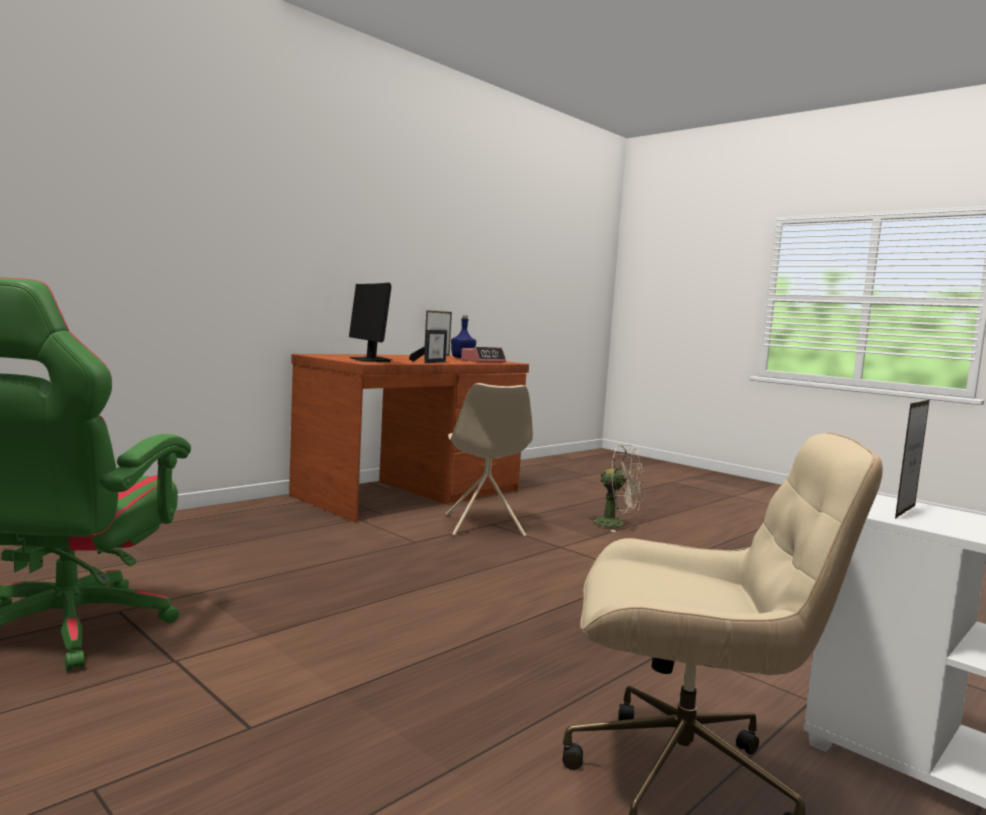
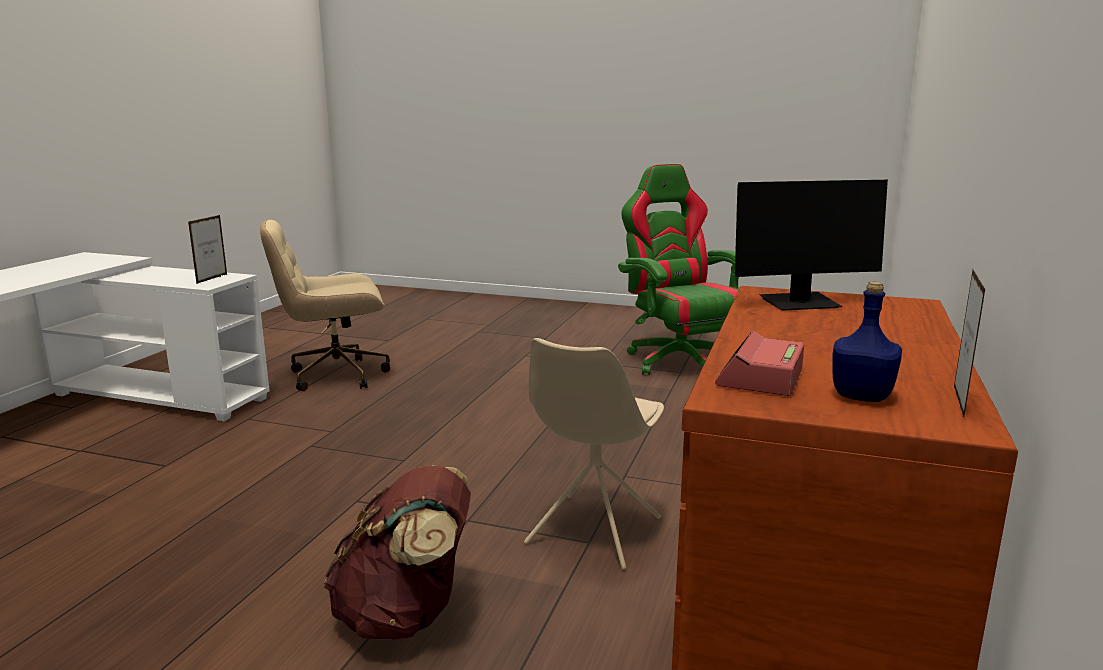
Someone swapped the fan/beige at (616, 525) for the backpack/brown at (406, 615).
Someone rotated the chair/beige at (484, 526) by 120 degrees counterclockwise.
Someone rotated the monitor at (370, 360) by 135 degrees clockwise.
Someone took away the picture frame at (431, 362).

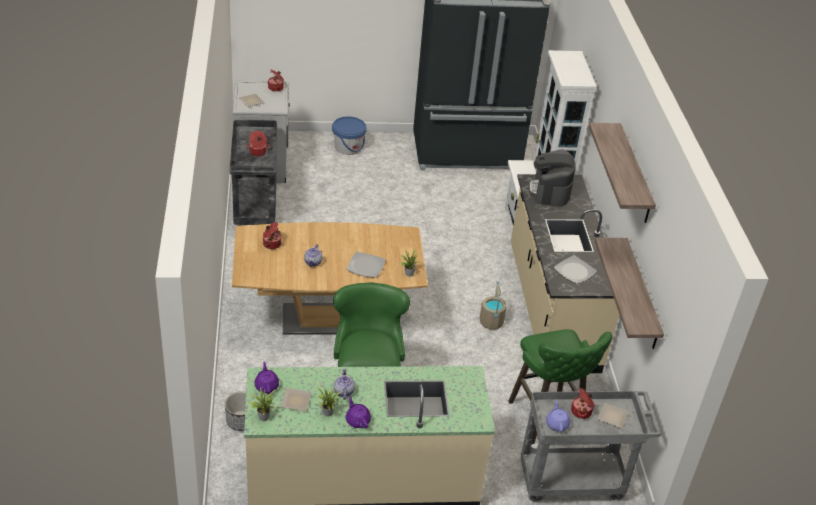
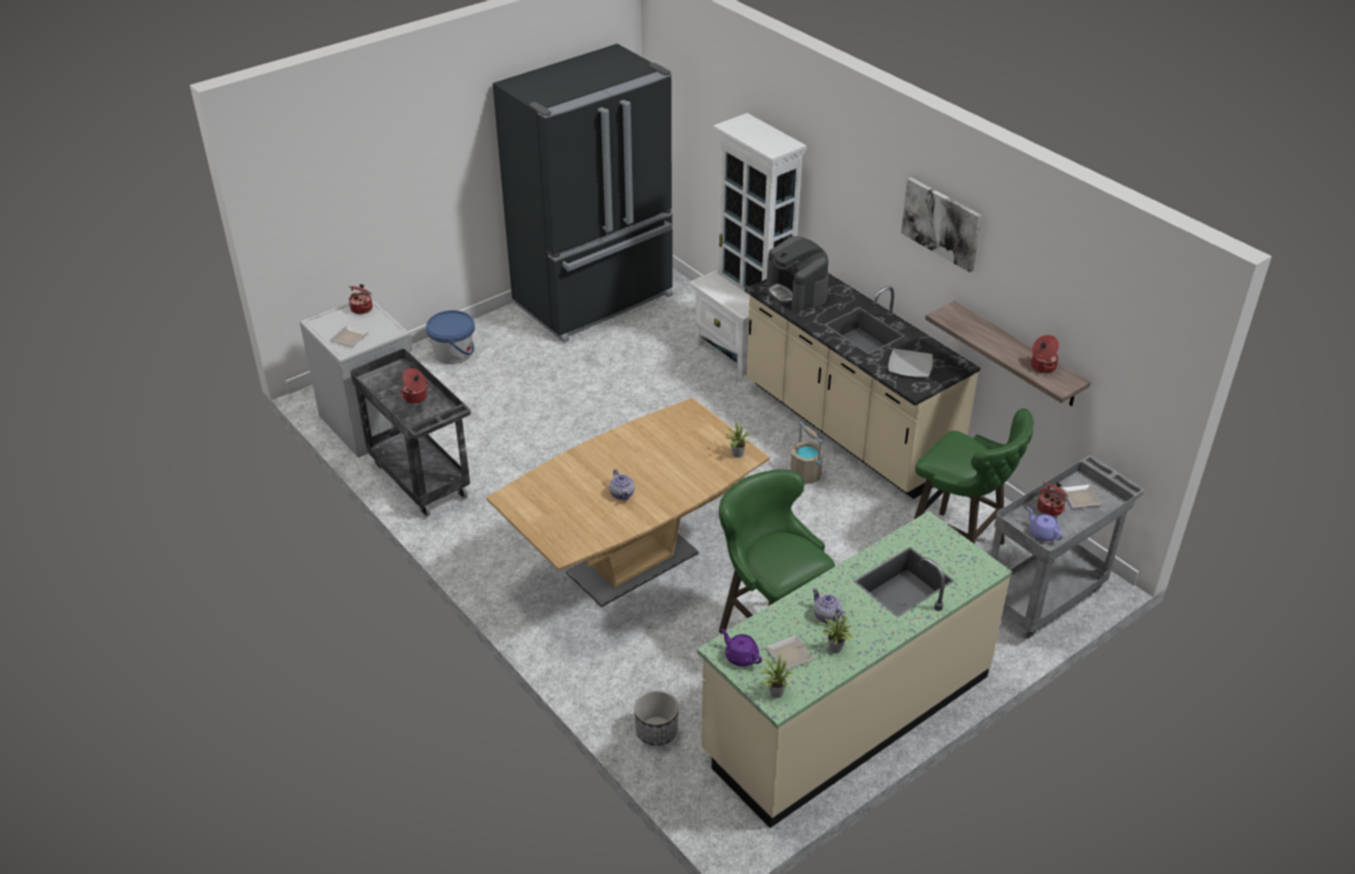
Someone swapped the shelf at (634, 174) for the picture at (942, 223).
Someone carried the cooking pot from (271, 243) to (1042, 367).
Someone took away the teapot/purple at (357, 420).
Someone took away the plate at (366, 266).

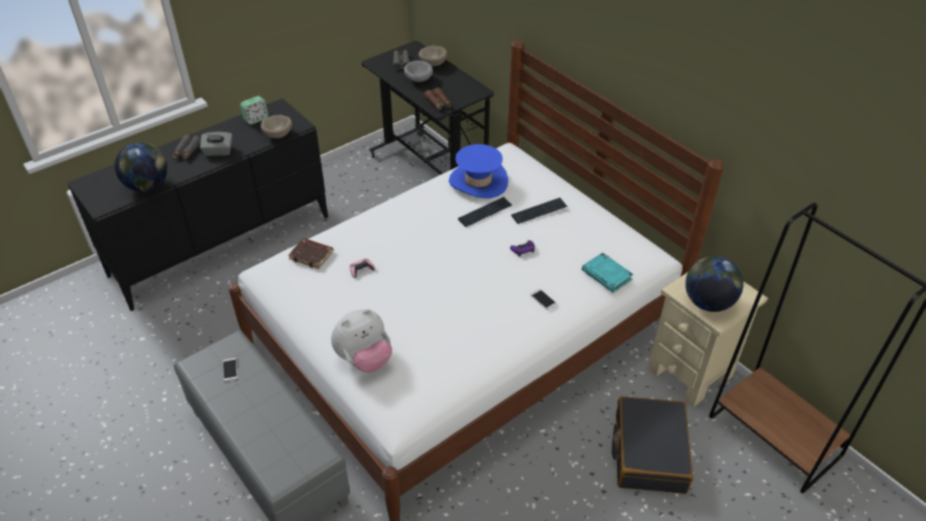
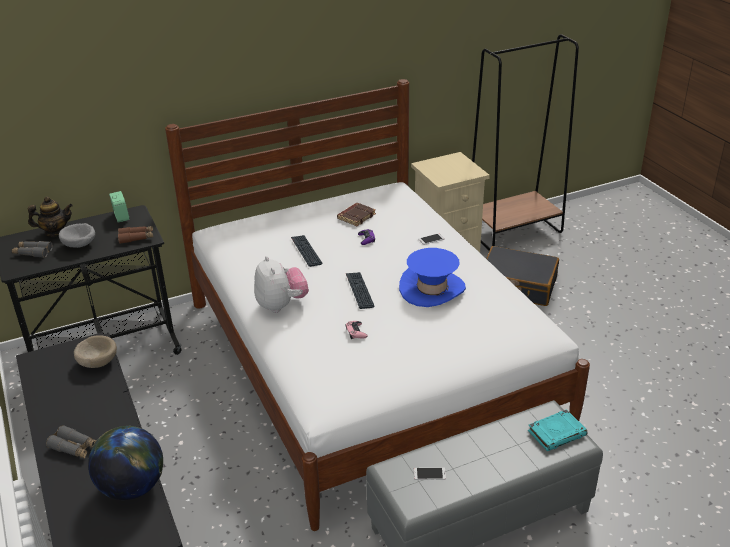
Someone swapped the bowl/beige at (433, 63) for the teapot at (55, 232).
Someone carried the alarm clock from (256, 119) to (121, 217).
Someone carried the plush toy from (364, 359) to (281, 305).
Someone carried the book/brown from (312, 255) to (356, 216).
Someone carried the keyboard from (539, 211) to (359, 291).
Someone carried the hat/blue from (478, 181) to (432, 289).
Someone carried the book/turquoise from (607, 275) to (557, 433).
Someone took away the tissue box/grey at (218, 151).
Someone took away the globe at (708, 303).

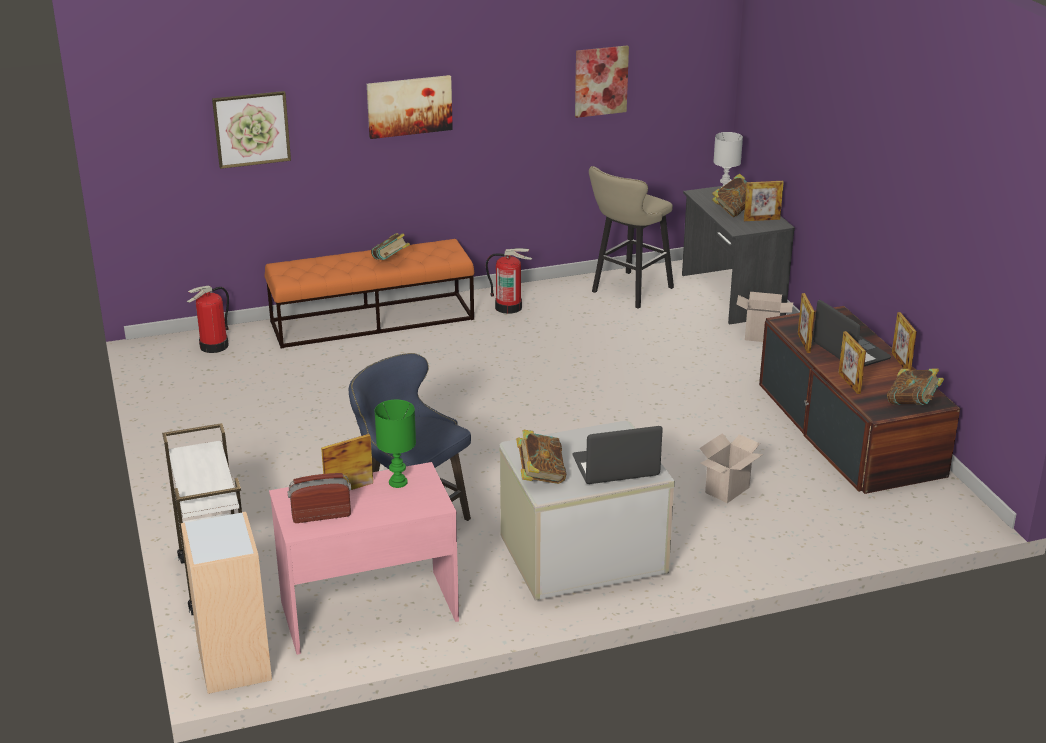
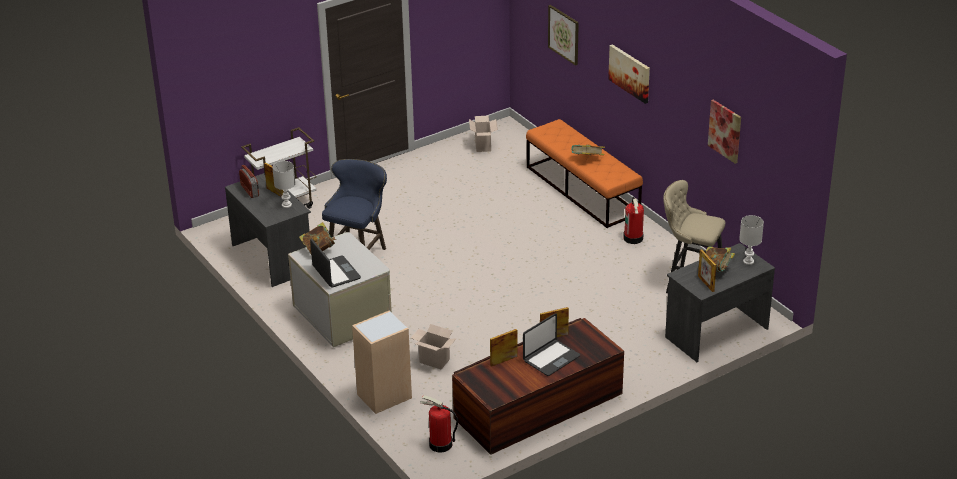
Someone repainted the desk/pink at (368, 610), which became the desk/grey at (273, 257).
Someone repainted the table lamp/green at (398, 482), which became the table lamp/white at (287, 205).
Someone carried the bookcase from (234, 664) to (383, 396).
Someone carried the fire extinguisher from (214, 346) to (440, 444).
Someone carried the cardboard box from (762, 336) to (483, 146).
Someone took away the book at (912, 404).
Someone took away the picture frame at (901, 363).

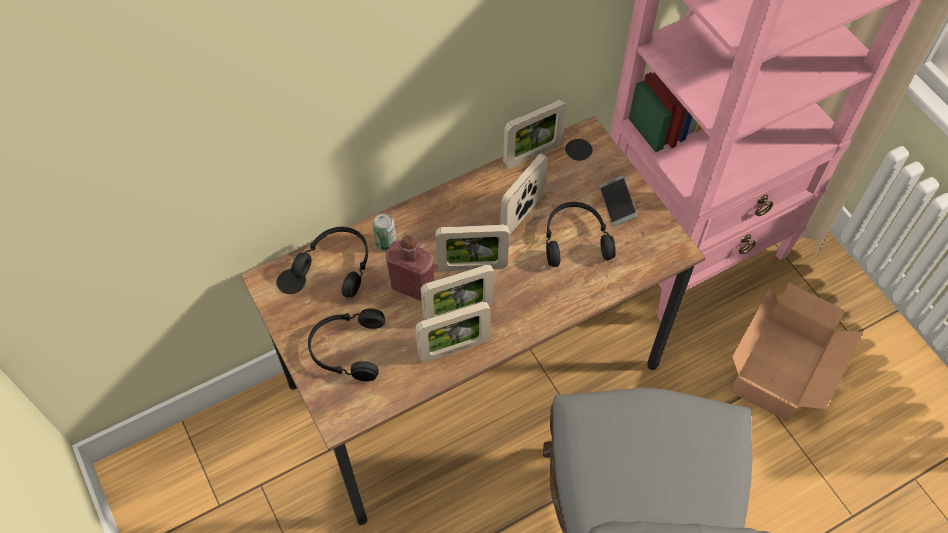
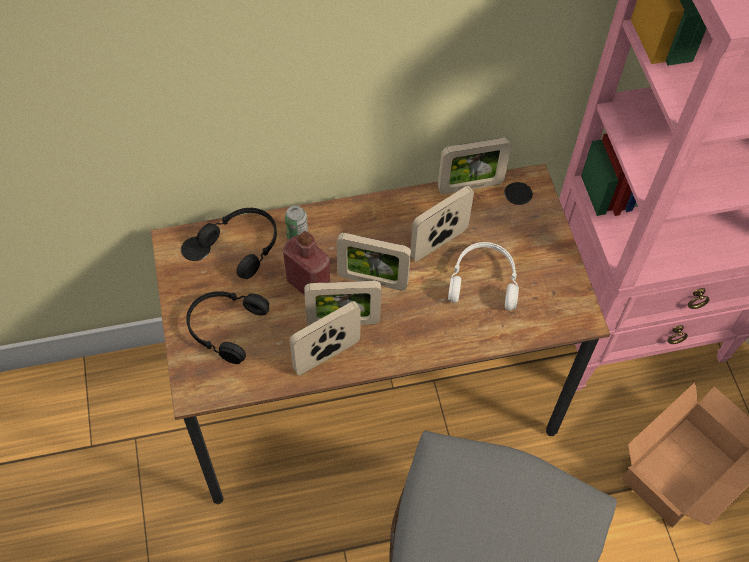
Someone rotated the picture frame at (454, 349) by 150 degrees clockwise.
Someone repainted the headphones/black at (575, 239), which became the headphones/white at (483, 280).
Someone took away the phone at (617, 204).

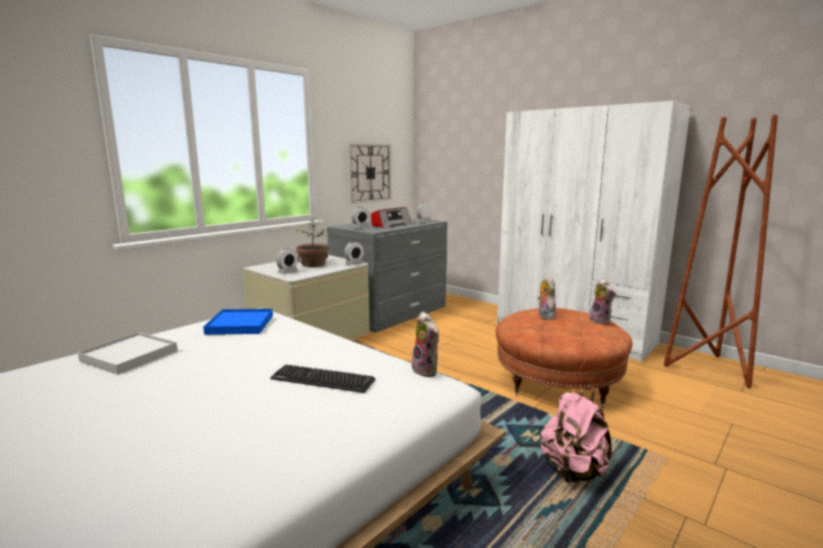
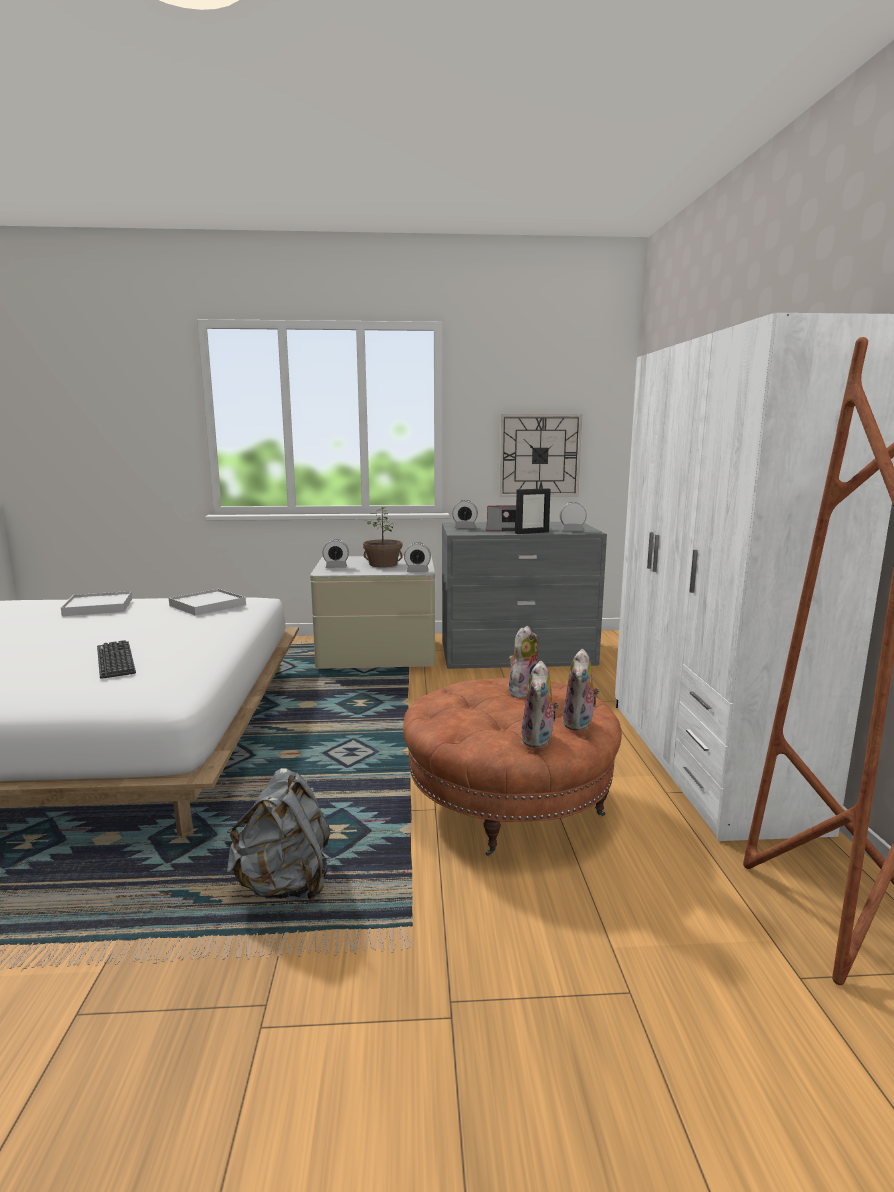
Someone repainted the tray/blue at (240, 325), which became the tray/white at (207, 605).
Someone repainted the backpack/pink at (573, 471), which became the backpack/grey at (285, 885).
Someone put down the picture frame at (531, 532).
Someone carried the plush toy from (427, 371) to (539, 740).

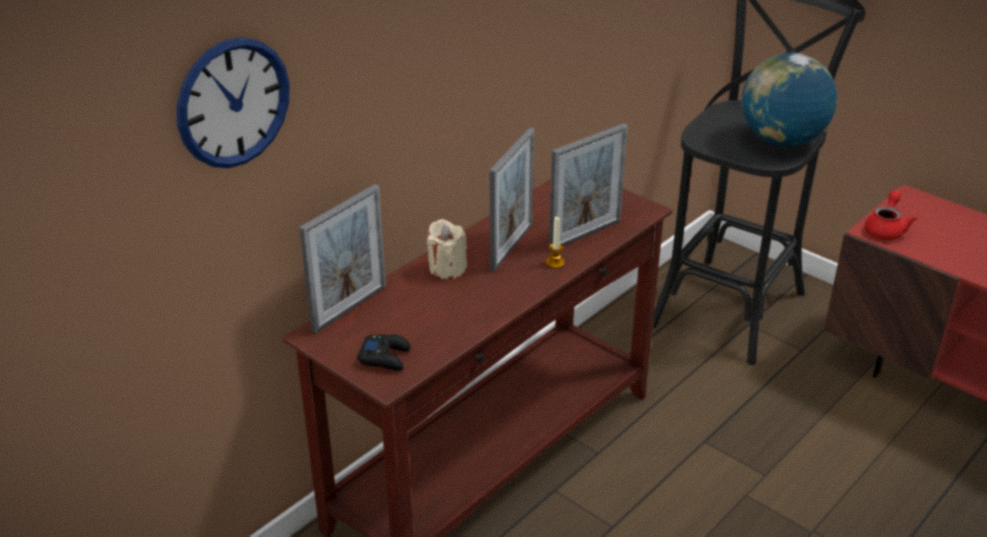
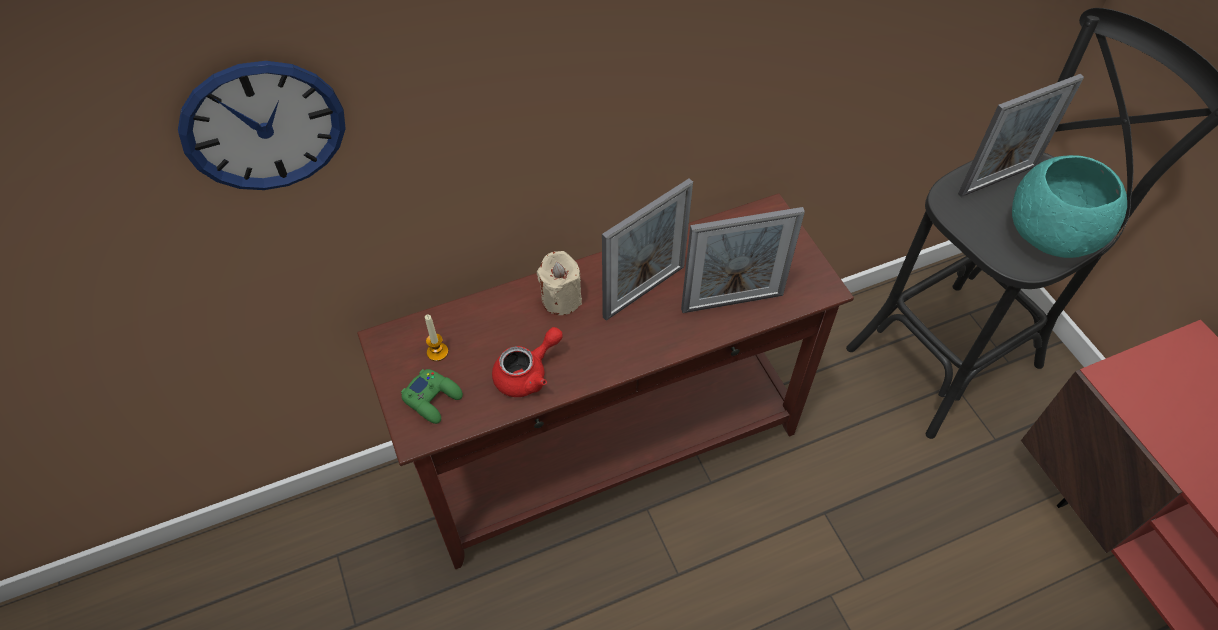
Someone repainted the game controller/black at (385, 357), which became the game controller/green at (433, 399).
Someone carried the candle from (555, 263) to (437, 352).
Someone carried the teapot/red from (886, 229) to (527, 374).
Someone carried the picture frame from (349, 308) to (997, 180).
Someone swapped the globe at (781, 140) for the bowl/turquoise at (1051, 234).

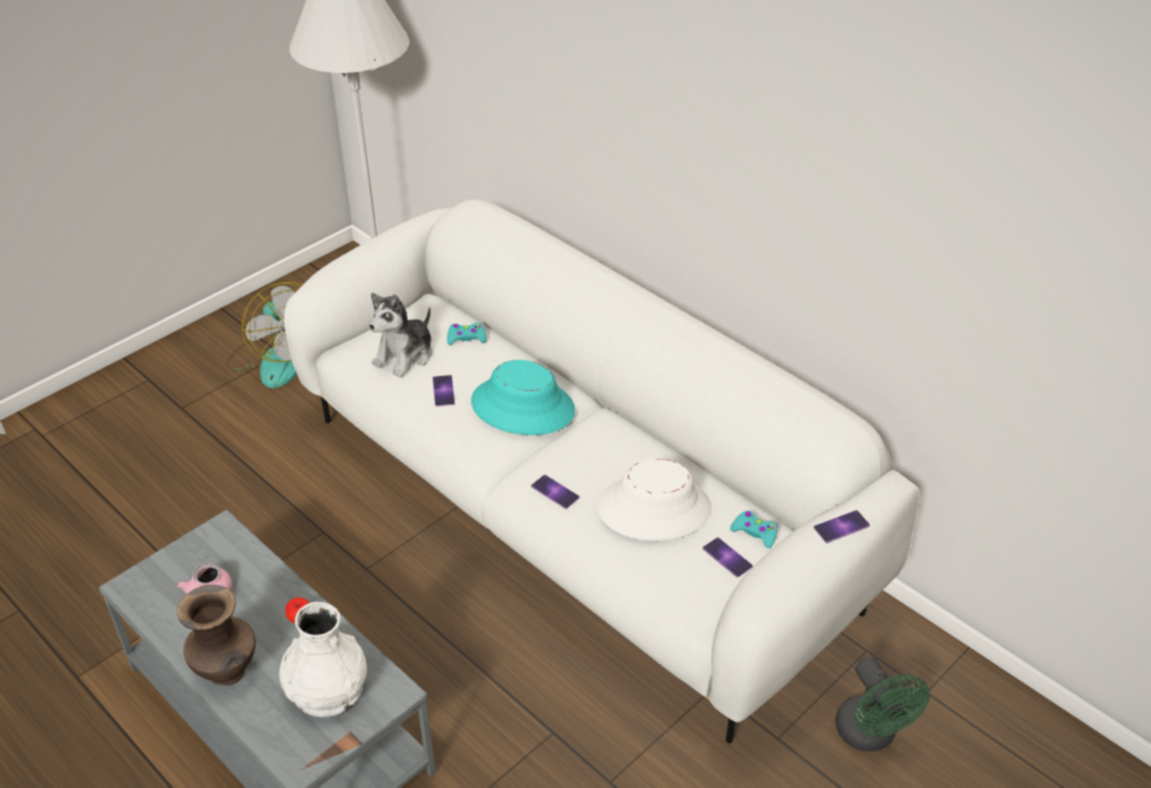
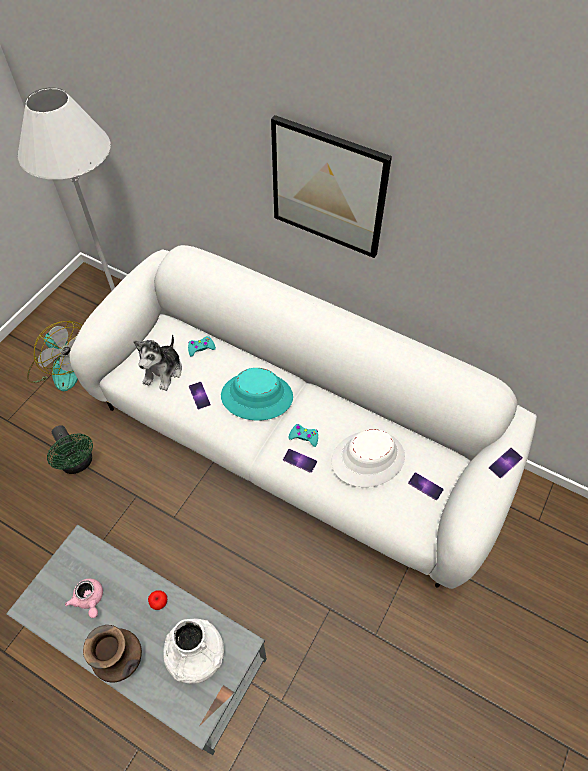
Someone carried the fan/green from (870, 736) to (78, 463).
Someone put up the picture at (328, 188).
Someone carried the game controller/turquoise from (754, 533) to (304, 437).

